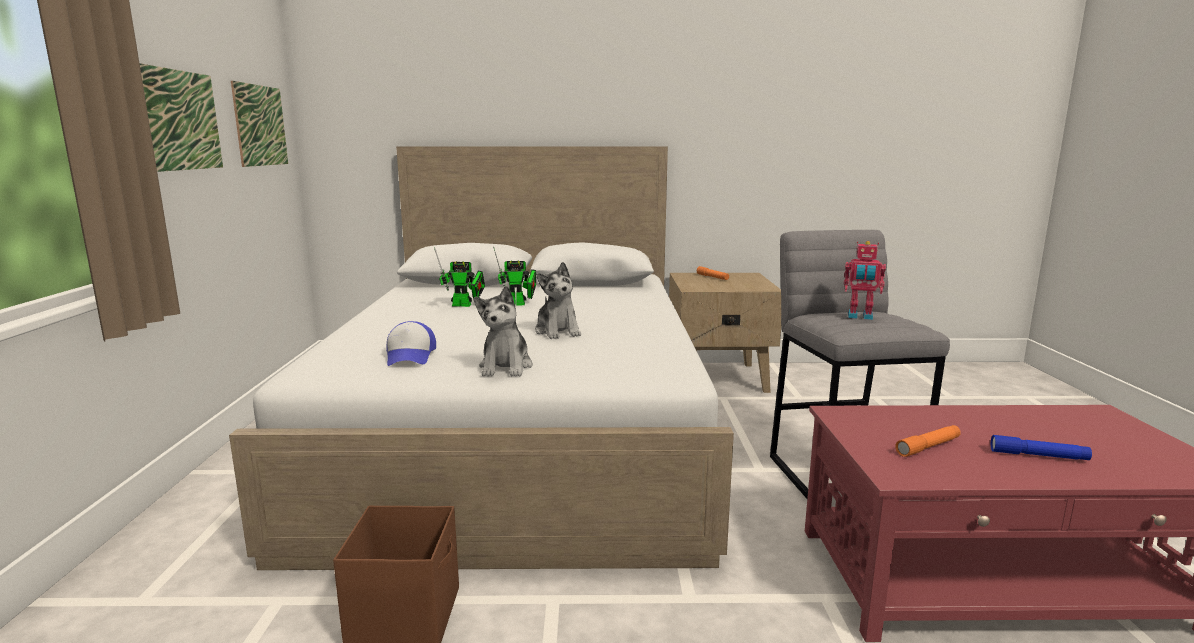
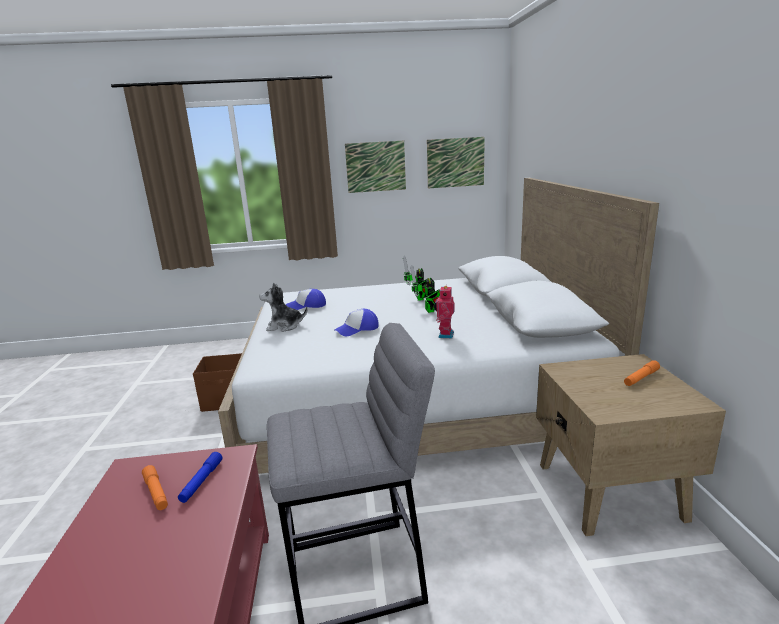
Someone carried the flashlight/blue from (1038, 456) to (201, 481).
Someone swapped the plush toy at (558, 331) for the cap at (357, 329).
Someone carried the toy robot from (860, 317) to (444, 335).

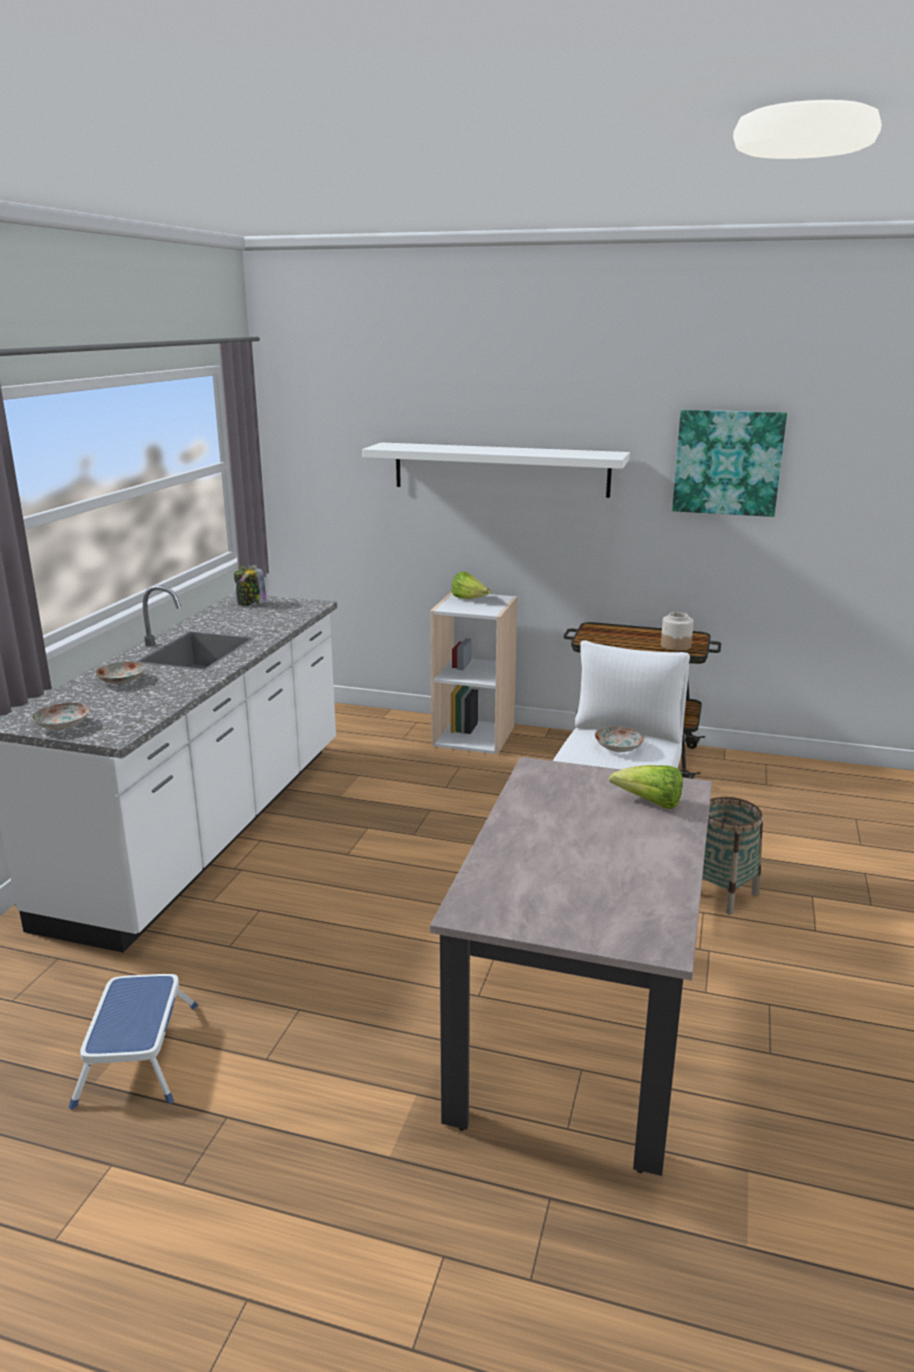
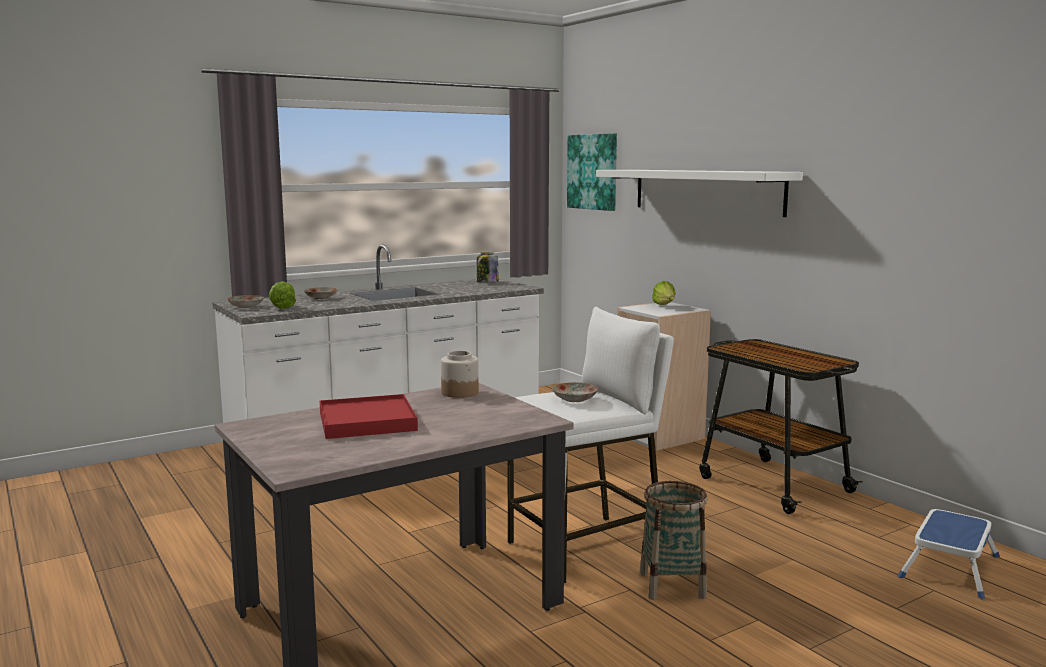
Someone carried the lettuce from (650, 803) to (281, 307).
Someone put down the tray/red at (367, 421).
Someone carried the jar from (675, 646) to (460, 392).
Someone carried the picture from (727, 462) to (593, 172).
Someone carried the step ladder/blue from (139, 1053) to (950, 567).

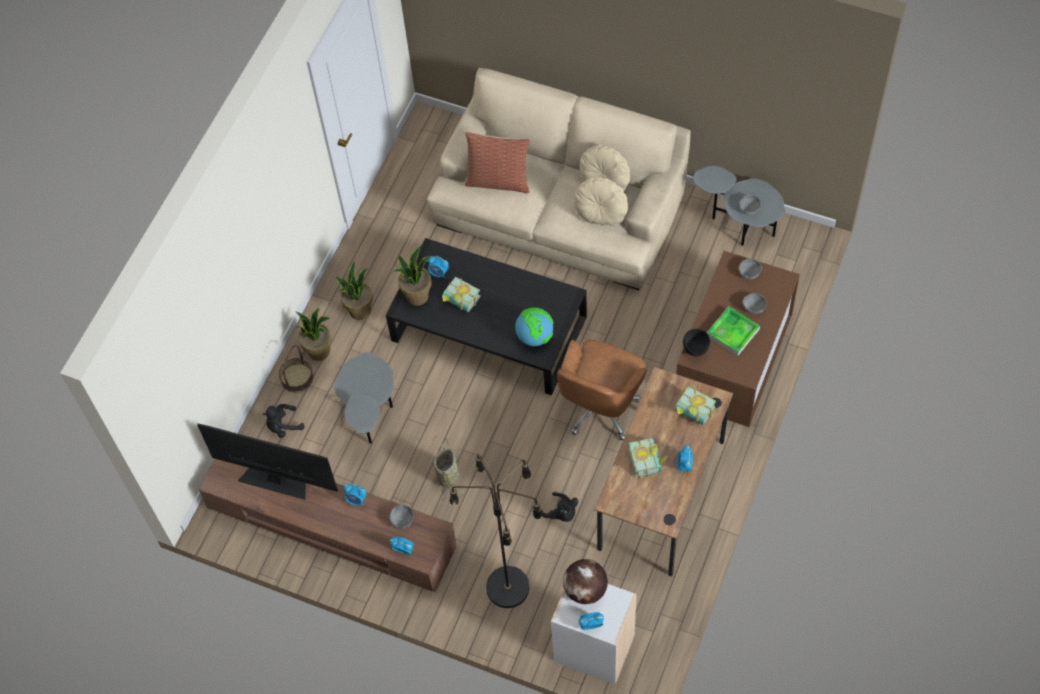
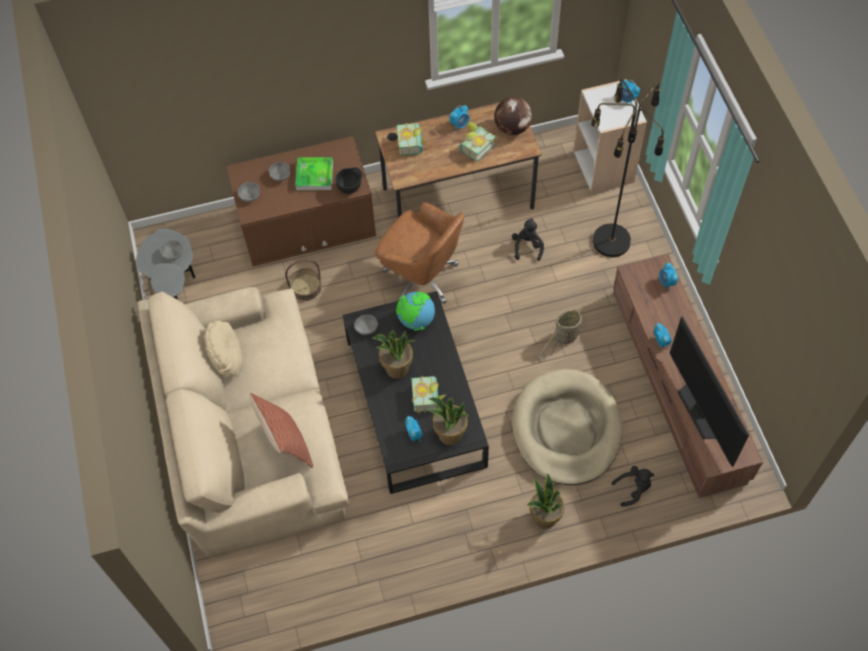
Someone carried the basket from (296, 377) to (305, 287).
Someone carried the bowl/grey from (403, 520) to (366, 328).
Someone carried the potted plant from (359, 310) to (397, 369).
Someone rotated the office chair/brown at (600, 407) by 45 degrees clockwise.
Someone carried the globe from (585, 590) to (512, 128).
Someone swapped the side table/grey at (370, 416) for the dog bed/beige at (566, 429).
Someone rotated the plush toy/black at (283, 426) by 45 degrees counterclockwise.
Someone took away the pillow/beige at (601, 216).

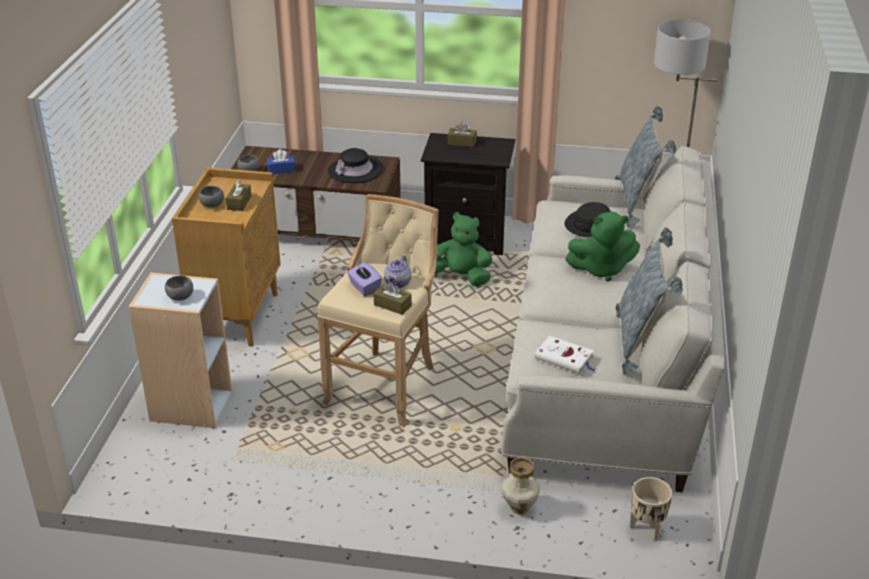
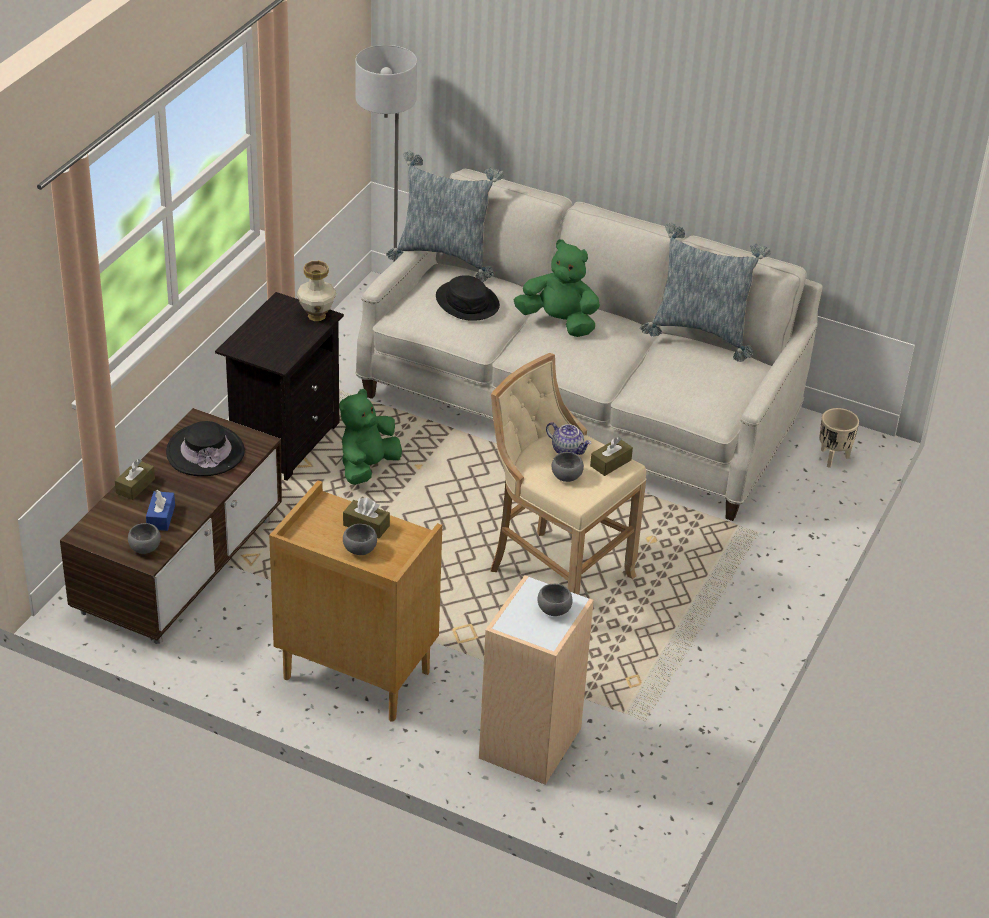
Someone carried the tissue box/brown from (462, 142) to (135, 486).
Someone carried the vase from (519, 508) to (317, 316).
Someone rotated the plush toy/green at (601, 269) by 75 degrees counterclockwise.
Someone swapped the tissue box/purple at (364, 288) for the bowl/grey at (567, 476).
Someone took away the book/white at (566, 358).

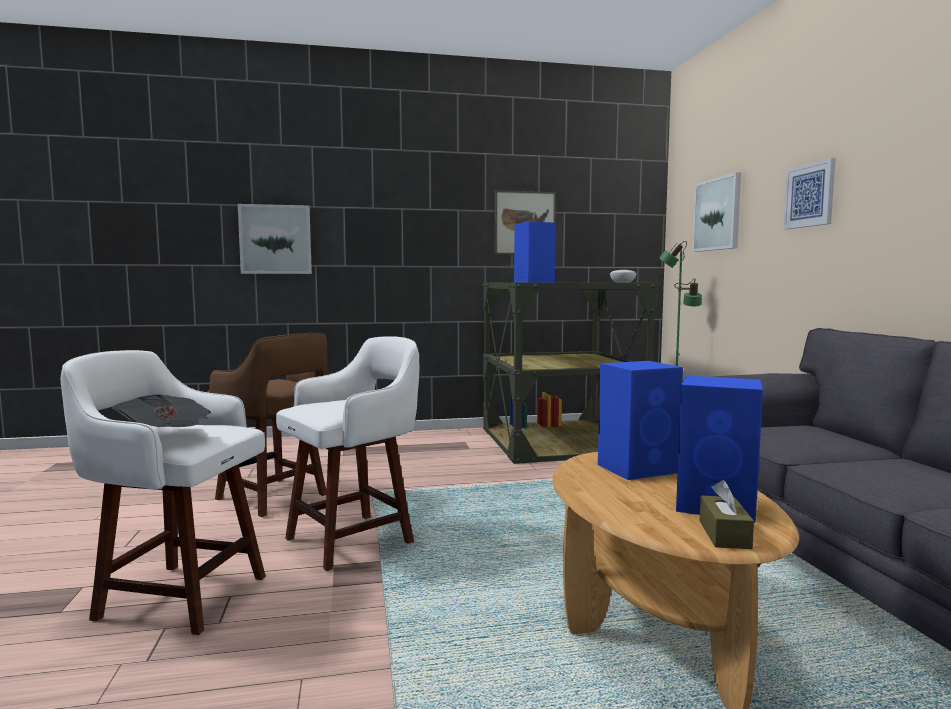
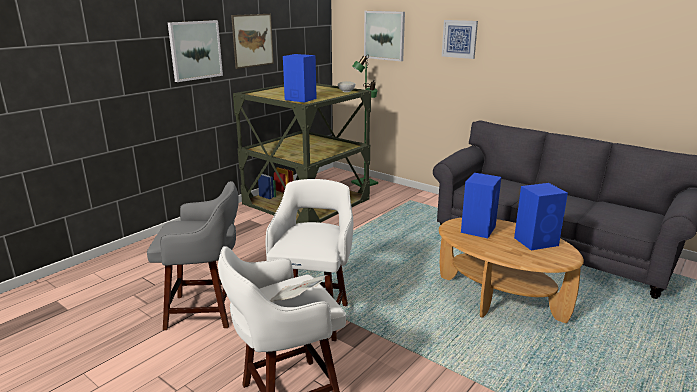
Someone repainted the stool/brown at (274, 498), which became the stool/grey at (206, 311).
Someone carried the picture from (275, 239) to (195, 50).
Someone took away the tissue box/brown at (724, 534).

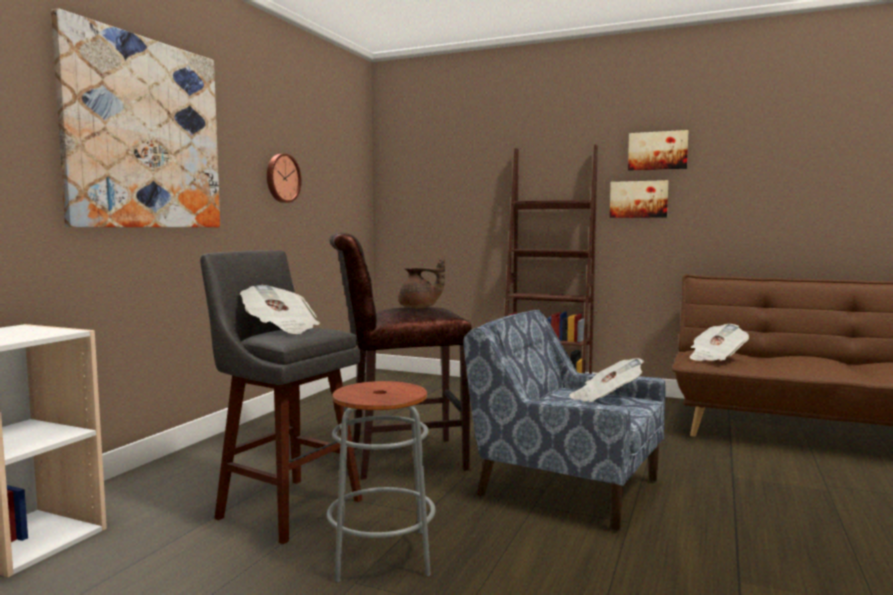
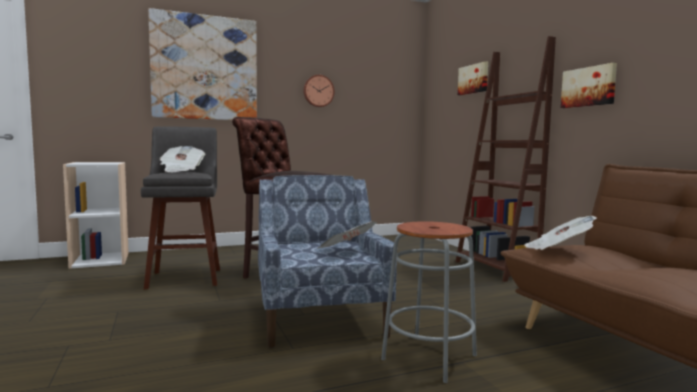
Someone carried the stool/grey from (382, 554) to (429, 357).
Someone carried the picture from (657, 151) to (473, 79).
Someone took away the teapot/brown at (419, 308).

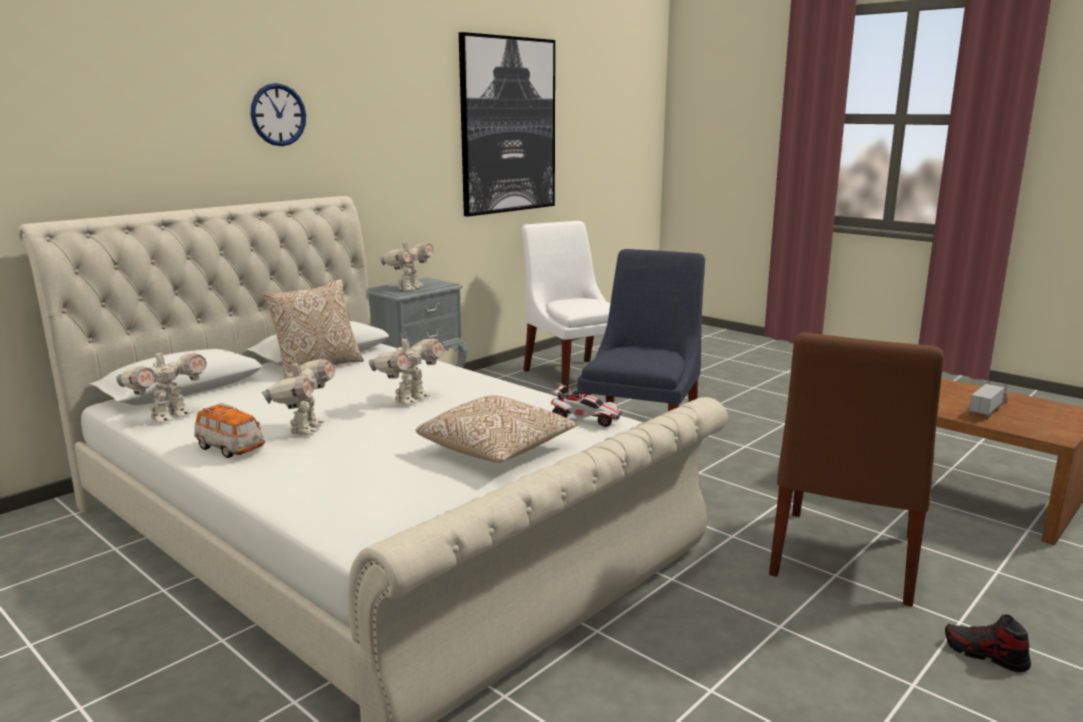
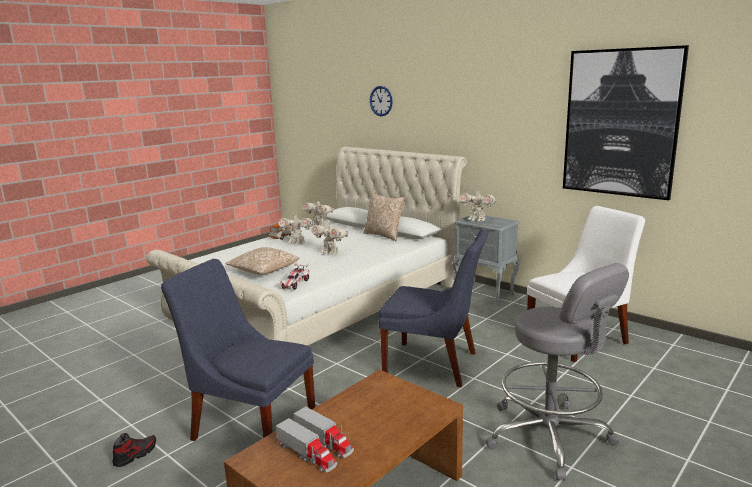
Someone repainted the chair/brown at (843, 558), which became the chair/blue at (250, 424).
Someone put down the toy truck at (307, 454).
Someone carried the wall clock from (278, 115) to (381, 101).
Someone put down the stool/grey at (549, 438).

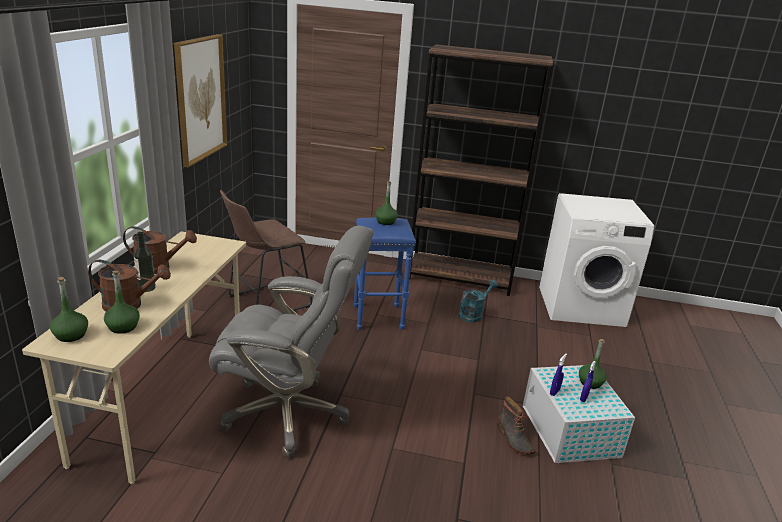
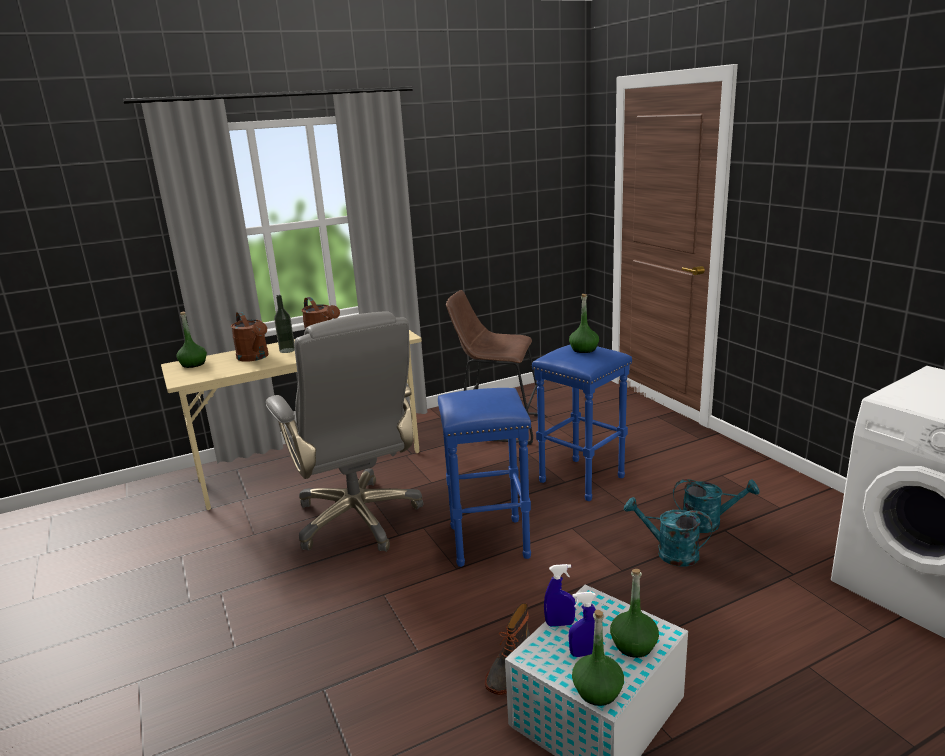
Someone put down the stool/blue at (488, 542).
Someone carried the bottle/green from (123, 327) to (597, 691).
Someone put down the watering can/turquoise at (669, 553).
Someone took away the picture at (200, 99).
Someone took away the bookcase/brown at (460, 278).

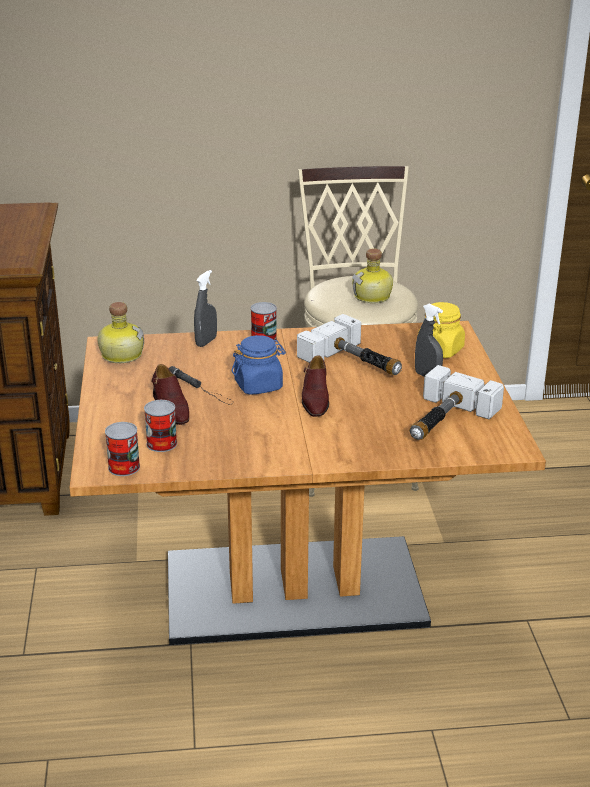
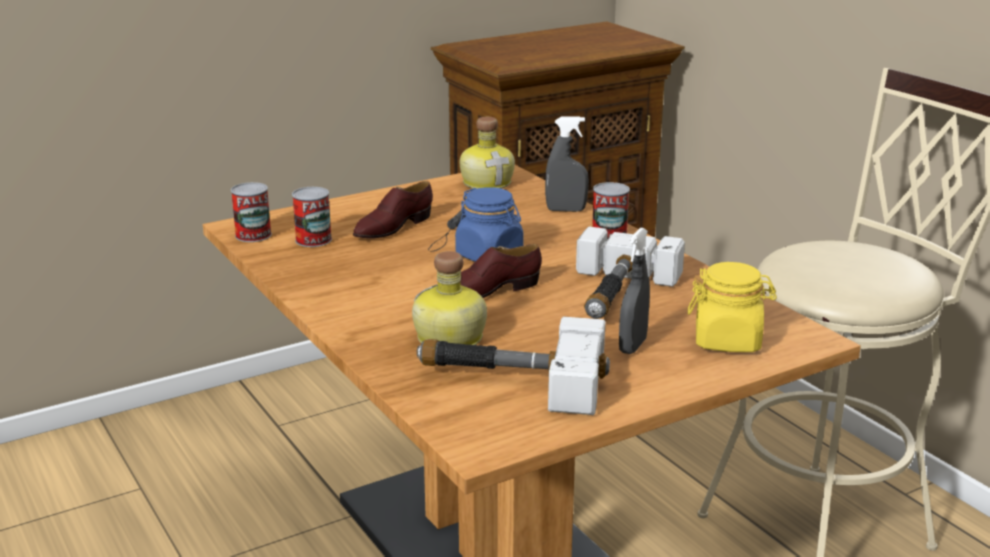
Someone carried the bottle from (373, 297) to (449, 339).

